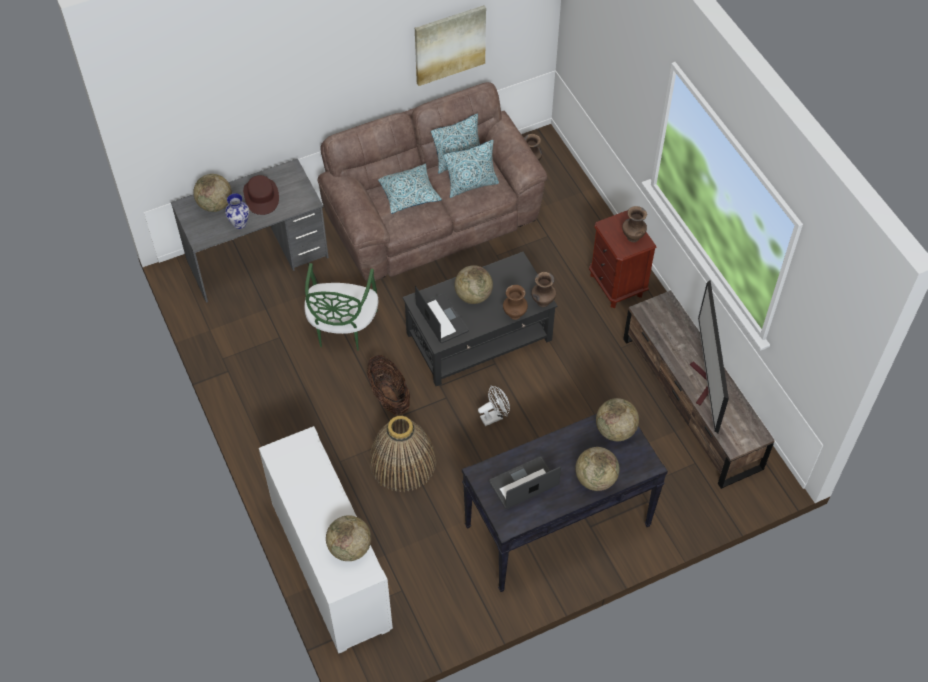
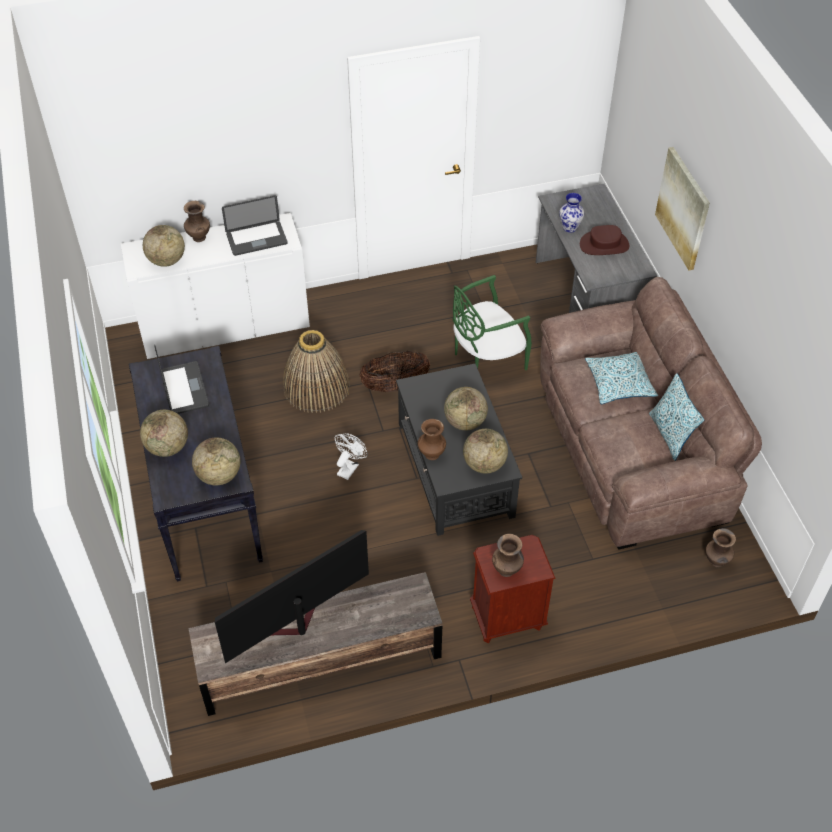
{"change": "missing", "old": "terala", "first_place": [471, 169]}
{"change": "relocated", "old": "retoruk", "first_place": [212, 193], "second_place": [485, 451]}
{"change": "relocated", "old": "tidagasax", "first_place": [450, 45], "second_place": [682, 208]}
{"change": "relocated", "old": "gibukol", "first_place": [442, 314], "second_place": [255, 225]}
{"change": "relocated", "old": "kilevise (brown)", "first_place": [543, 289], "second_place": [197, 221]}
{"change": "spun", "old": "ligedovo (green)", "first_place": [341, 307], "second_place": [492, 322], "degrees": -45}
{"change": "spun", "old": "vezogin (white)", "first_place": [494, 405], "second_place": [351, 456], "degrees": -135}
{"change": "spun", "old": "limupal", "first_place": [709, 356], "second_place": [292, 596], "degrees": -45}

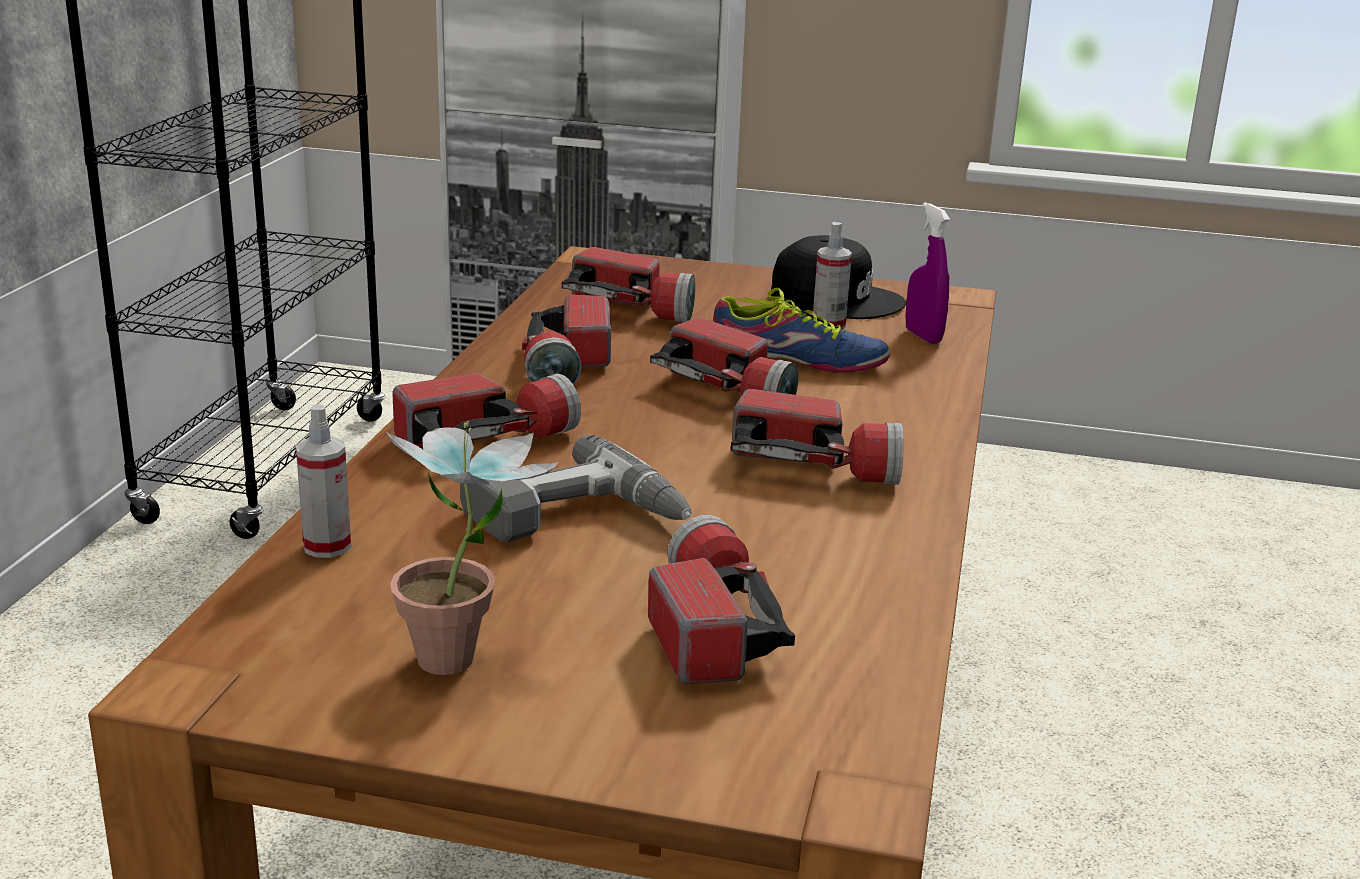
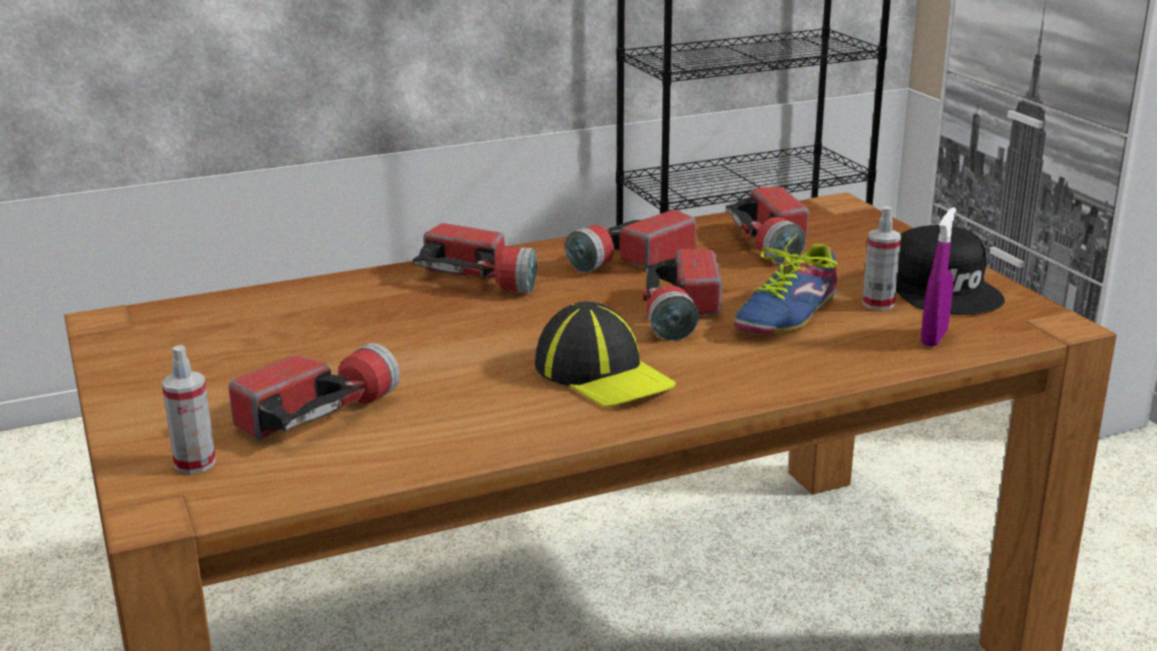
{"change": "missing", "old": "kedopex", "first_place": [473, 547]}
{"change": "missing", "old": "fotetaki", "first_place": [575, 488]}
{"change": "relocated", "old": "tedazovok", "first_place": [323, 481], "second_place": [189, 409]}
{"change": "exchanged", "old": "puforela", "new": "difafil", "first_place": [817, 437], "second_place": [605, 354]}
{"change": "spun", "old": "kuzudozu", "first_place": [801, 330], "second_place": [785, 283], "degrees": 60}

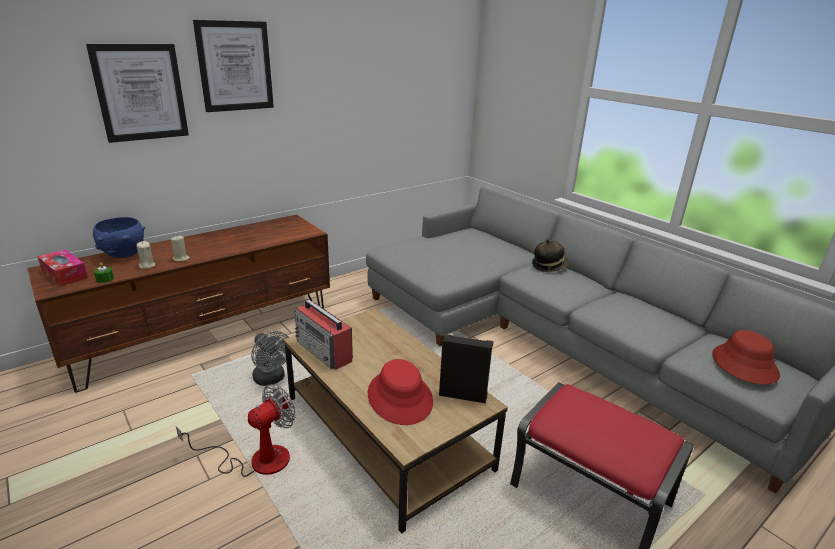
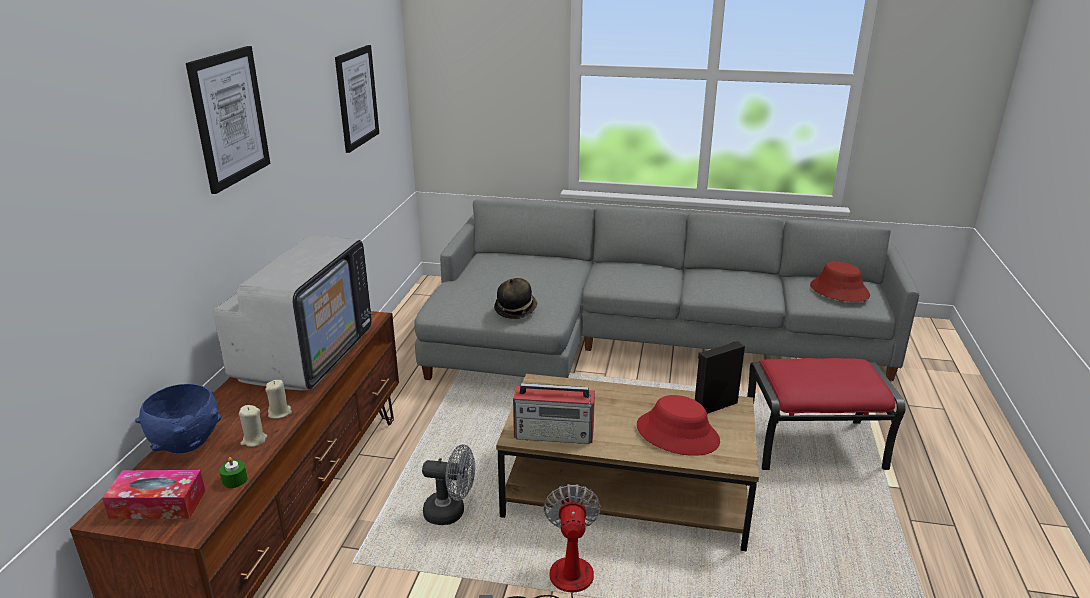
{"change": "appeared", "new": "limupal", "second_place": [293, 313]}
{"change": "relocated", "old": "tidagasax", "first_place": [137, 93], "second_place": [357, 99]}
{"change": "relocated", "old": "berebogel", "first_place": [550, 255], "second_place": [515, 298]}

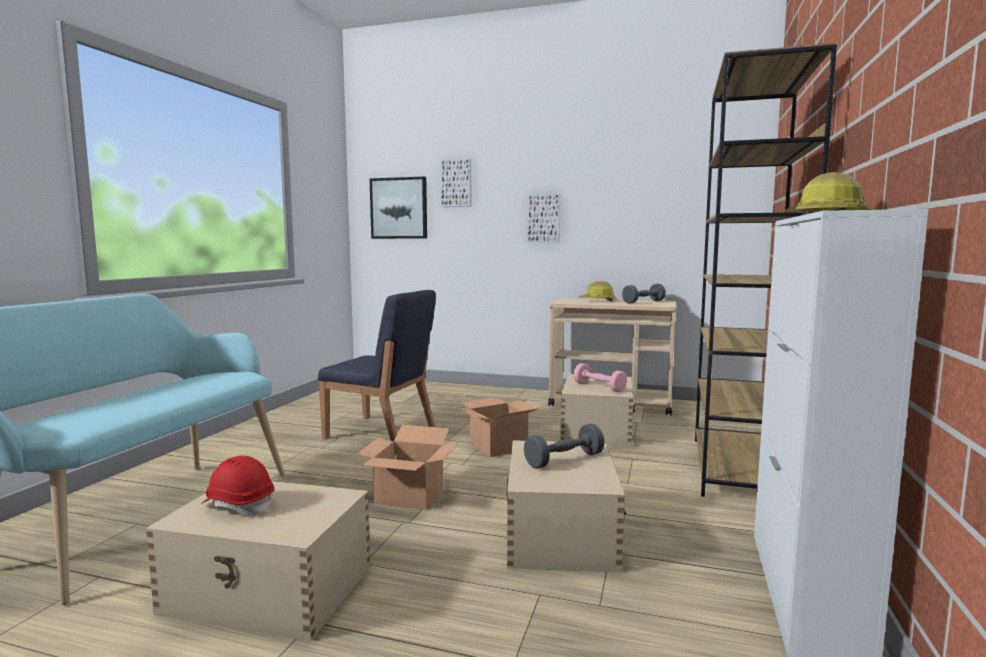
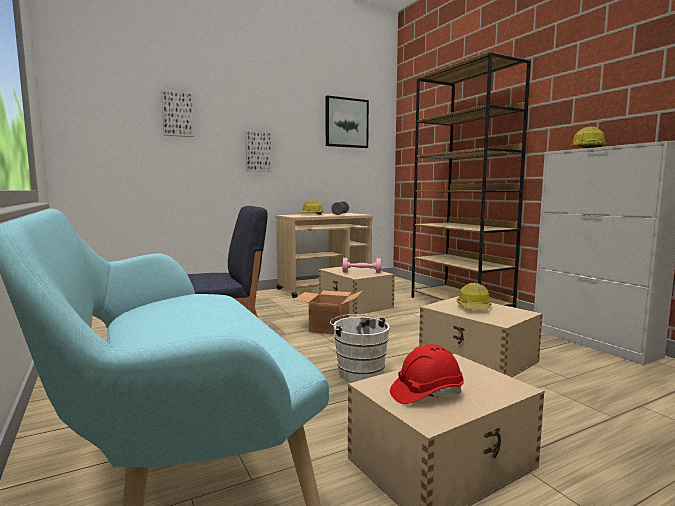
{"change": "relocated", "old": "tidagasax", "first_place": [398, 208], "second_place": [347, 121]}
{"change": "exchanged", "old": "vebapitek", "new": "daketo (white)", "first_place": [407, 467], "second_place": [360, 348]}
{"change": "exchanged", "old": "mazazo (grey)", "new": "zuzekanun", "first_place": [564, 446], "second_place": [474, 296]}

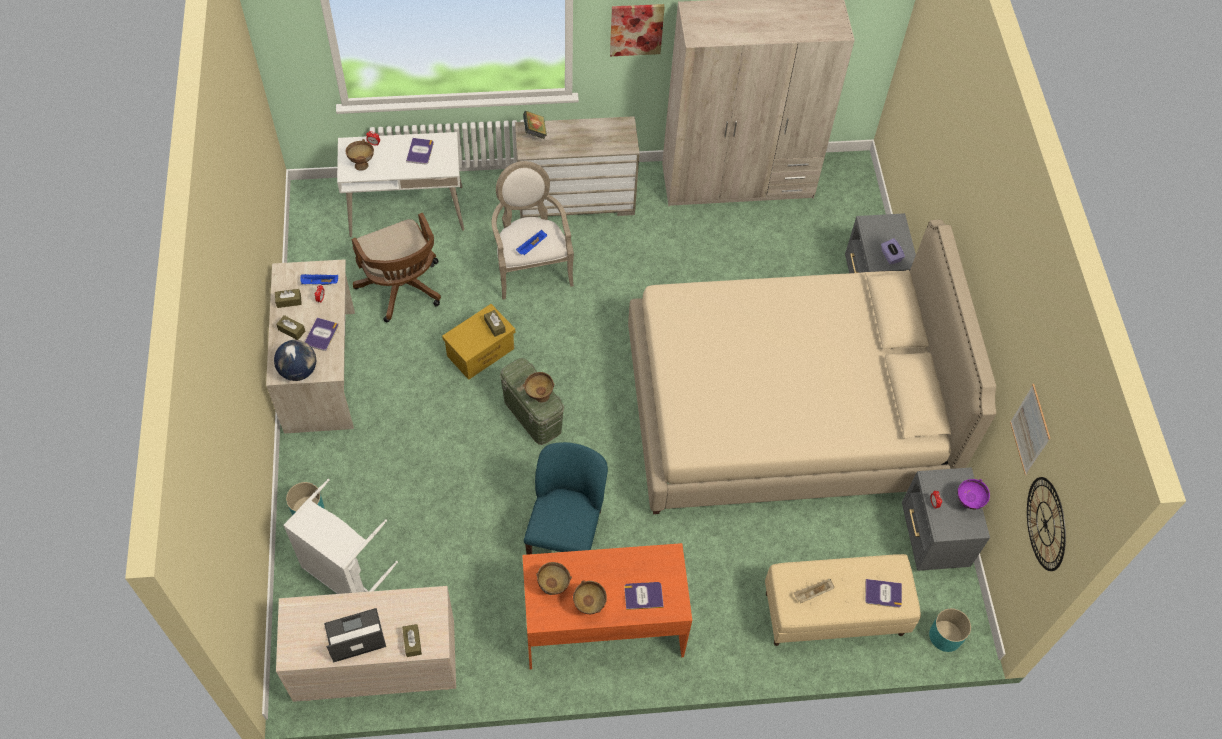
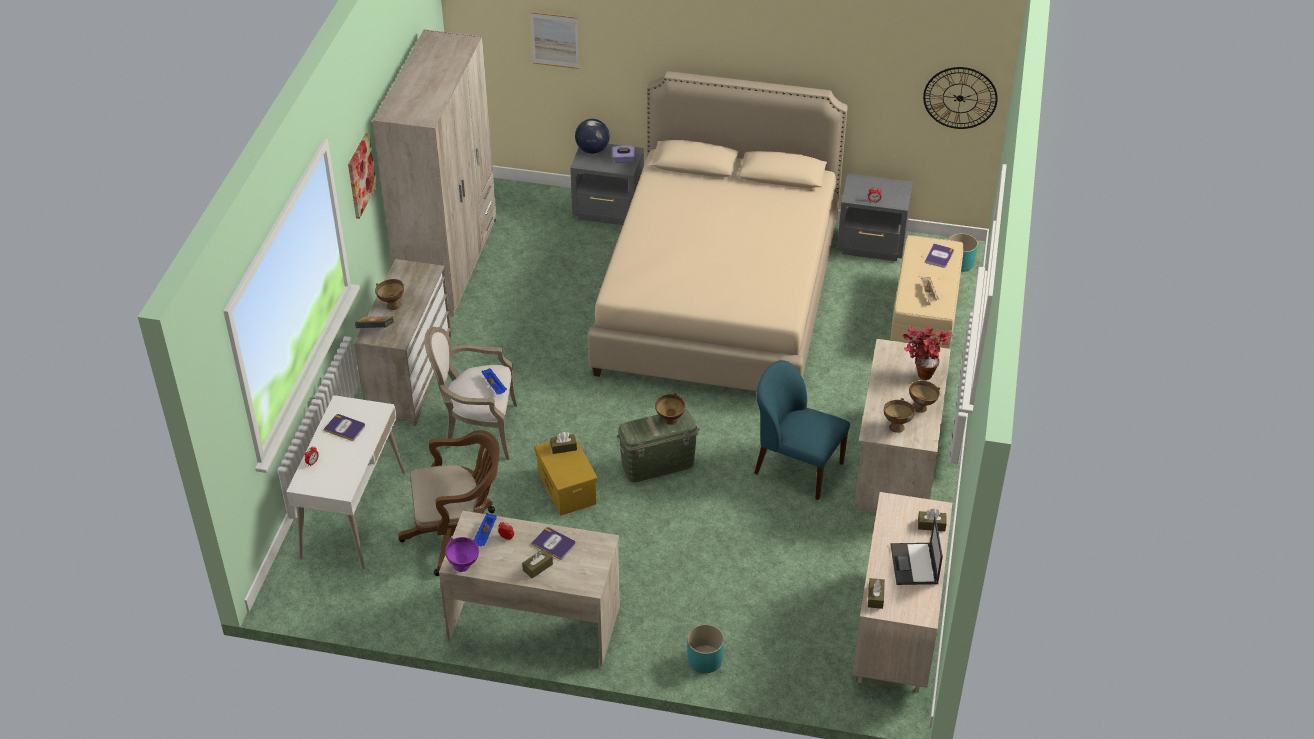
{"change": "missing", "old": "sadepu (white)", "first_place": [340, 536]}
{"change": "relocated", "old": "retoruk", "first_place": [295, 360], "second_place": [592, 136]}
{"change": "relocated", "old": "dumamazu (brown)", "first_place": [288, 298], "second_place": [876, 593]}
{"change": "relocated", "old": "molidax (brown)", "first_place": [359, 155], "second_place": [389, 294]}
{"change": "relocated", "old": "molidax (purple)", "first_place": [974, 494], "second_place": [462, 554]}
{"change": "relocated", "old": "tidagasax", "first_place": [1030, 429], "second_place": [554, 40]}
{"change": "exchanged", "old": "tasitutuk", "new": "kedopex", "first_place": [644, 596], "second_place": [927, 353]}
{"change": "colour", "old": "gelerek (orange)", "new": "gelerek (beige)", "first_place": [607, 606], "second_place": [902, 426]}

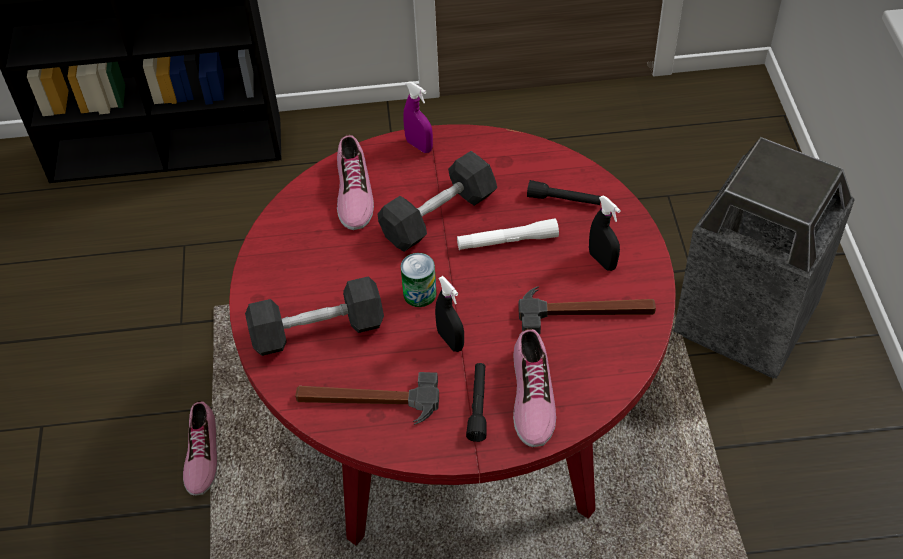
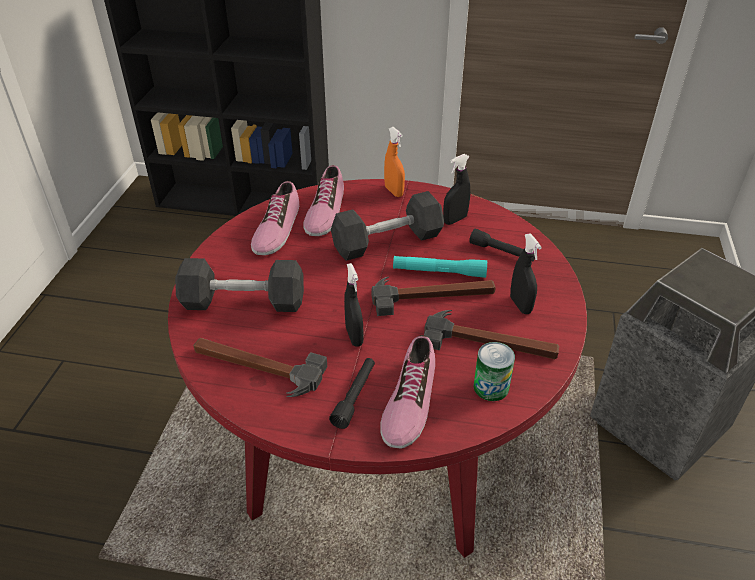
{"change": "appeared", "new": "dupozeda", "second_place": [433, 296]}
{"change": "appeared", "new": "tedazovok (black)", "second_place": [456, 189]}
{"change": "relocated", "old": "kuzudozu", "first_place": [200, 448], "second_place": [275, 218]}
{"change": "relocated", "old": "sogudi", "first_place": [418, 280], "second_place": [494, 371]}
{"change": "colour", "old": "tedazovok (purple)", "new": "tedazovok (orange)", "first_place": [418, 117], "second_place": [394, 162]}
{"change": "colour", "old": "puforela (white)", "new": "puforela (turquoise)", "first_place": [508, 234], "second_place": [440, 267]}

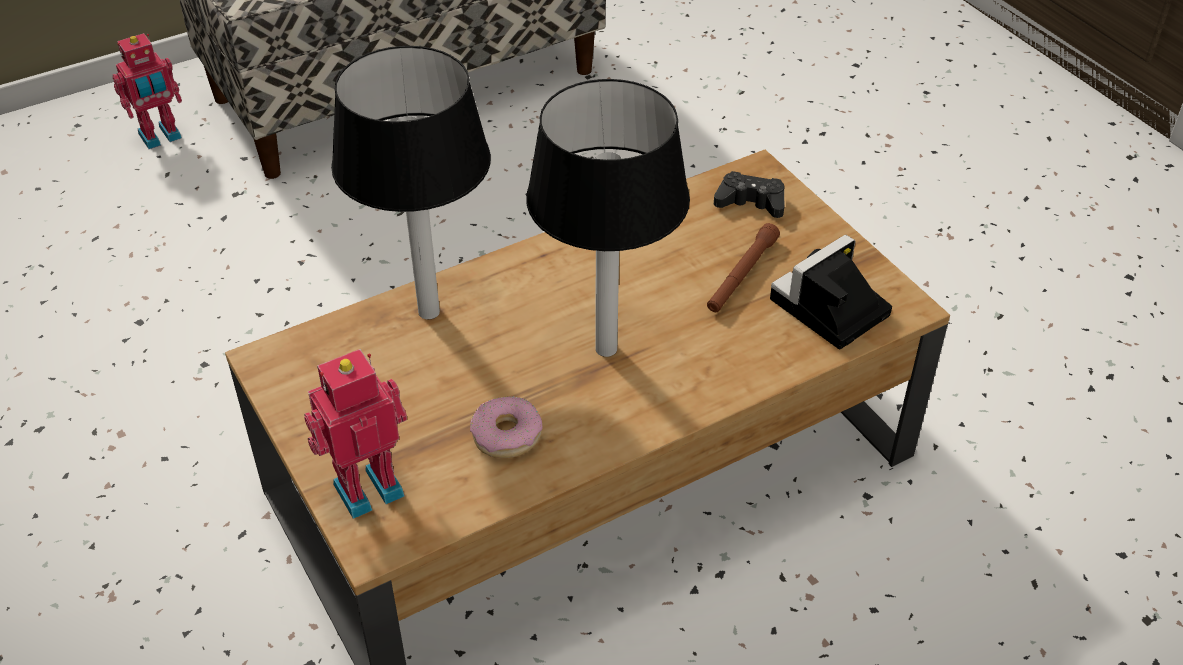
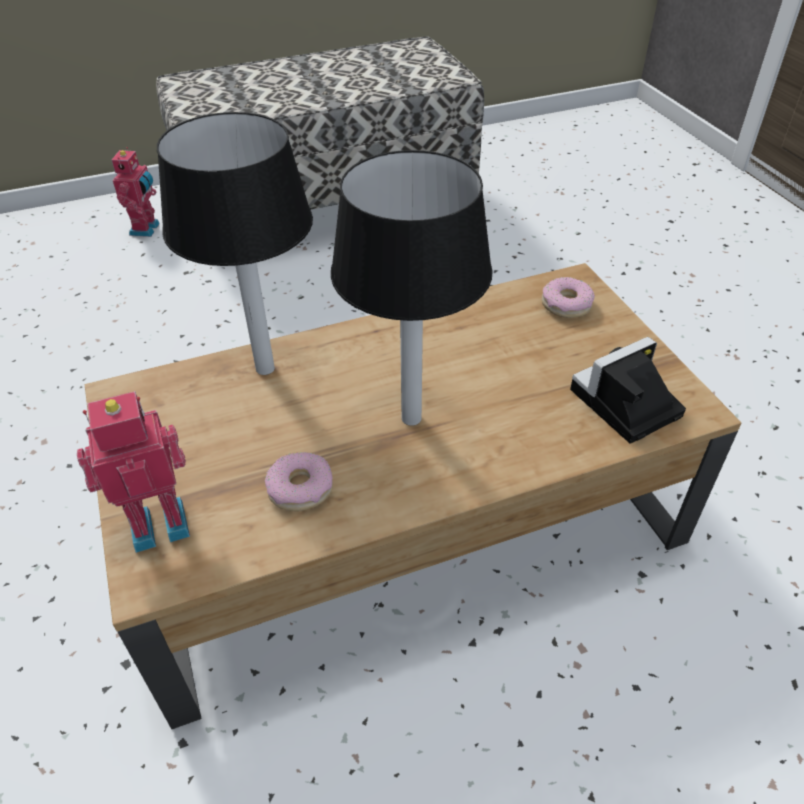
{"change": "missing", "old": "puforela (brown)", "first_place": [743, 267]}
{"change": "exchanged", "old": "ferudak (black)", "new": "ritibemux", "first_place": [749, 194], "second_place": [568, 297]}
{"change": "spun", "old": "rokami", "first_place": [147, 91], "second_place": [136, 192], "degrees": -60}

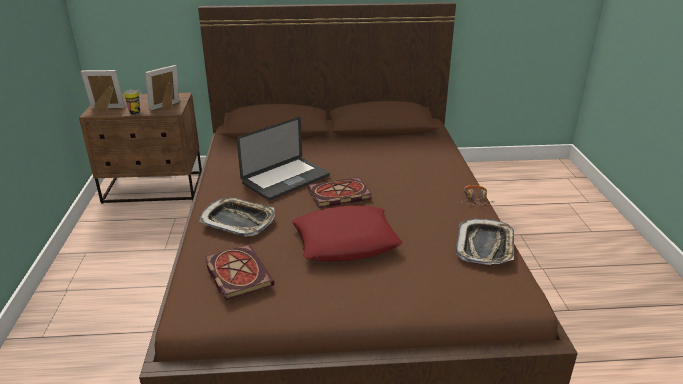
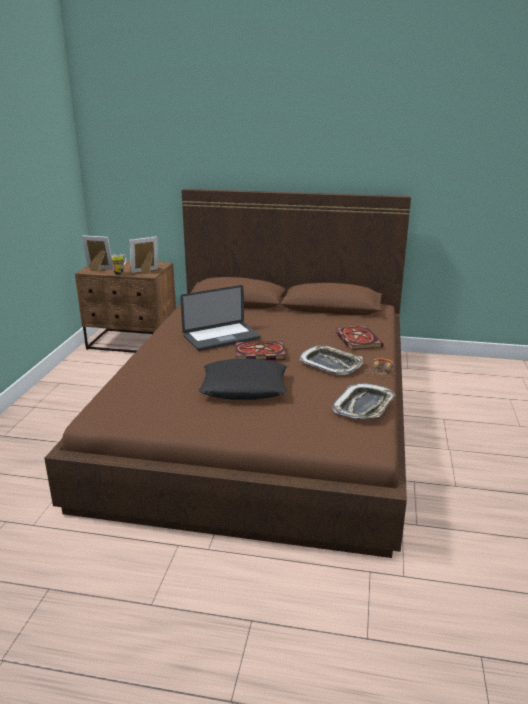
{"change": "relocated", "old": "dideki", "first_place": [237, 216], "second_place": [331, 360]}
{"change": "relocated", "old": "tasitutuk", "first_place": [240, 272], "second_place": [360, 338]}
{"change": "colour", "old": "terala (red)", "new": "terala (black)", "first_place": [347, 233], "second_place": [243, 379]}

